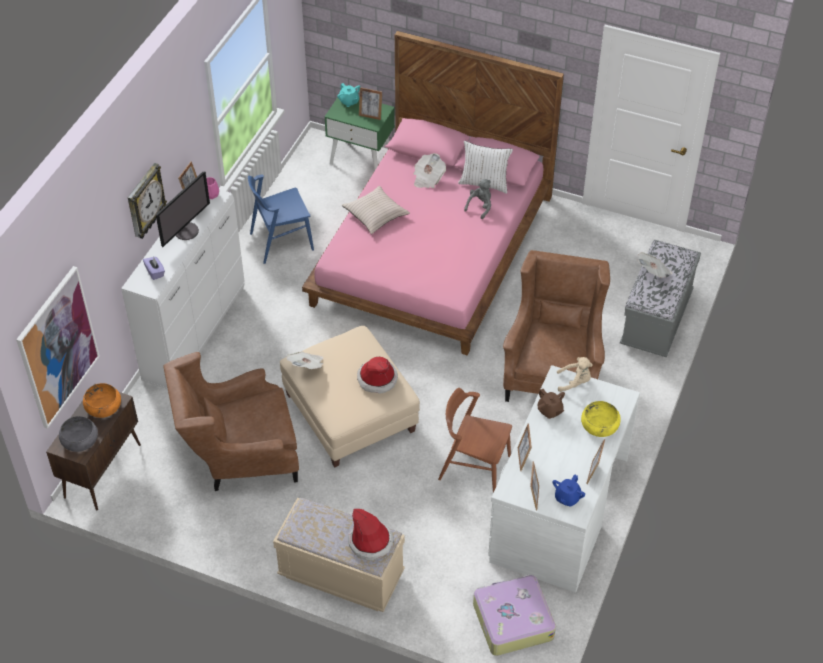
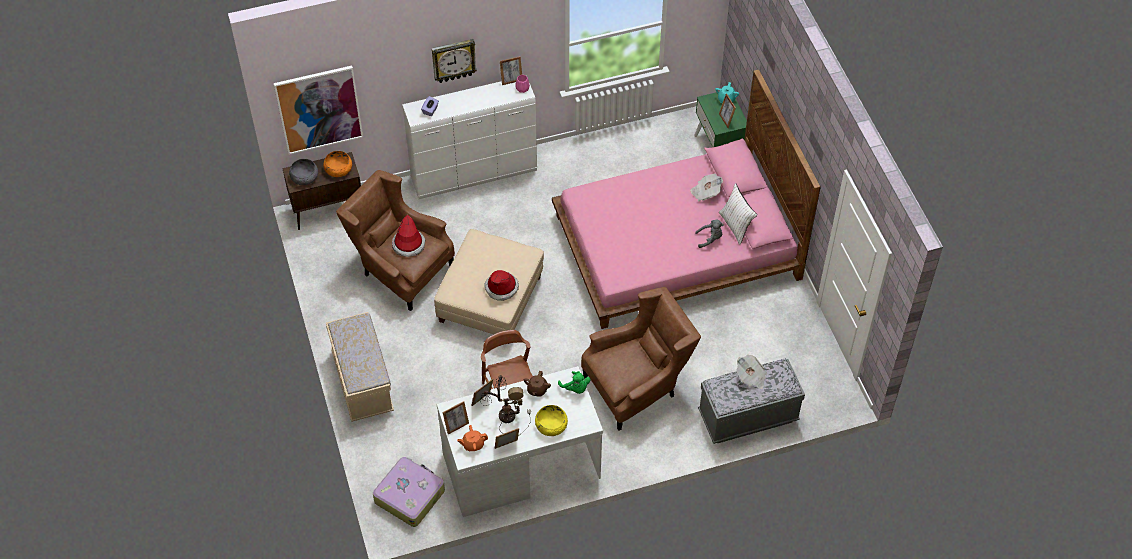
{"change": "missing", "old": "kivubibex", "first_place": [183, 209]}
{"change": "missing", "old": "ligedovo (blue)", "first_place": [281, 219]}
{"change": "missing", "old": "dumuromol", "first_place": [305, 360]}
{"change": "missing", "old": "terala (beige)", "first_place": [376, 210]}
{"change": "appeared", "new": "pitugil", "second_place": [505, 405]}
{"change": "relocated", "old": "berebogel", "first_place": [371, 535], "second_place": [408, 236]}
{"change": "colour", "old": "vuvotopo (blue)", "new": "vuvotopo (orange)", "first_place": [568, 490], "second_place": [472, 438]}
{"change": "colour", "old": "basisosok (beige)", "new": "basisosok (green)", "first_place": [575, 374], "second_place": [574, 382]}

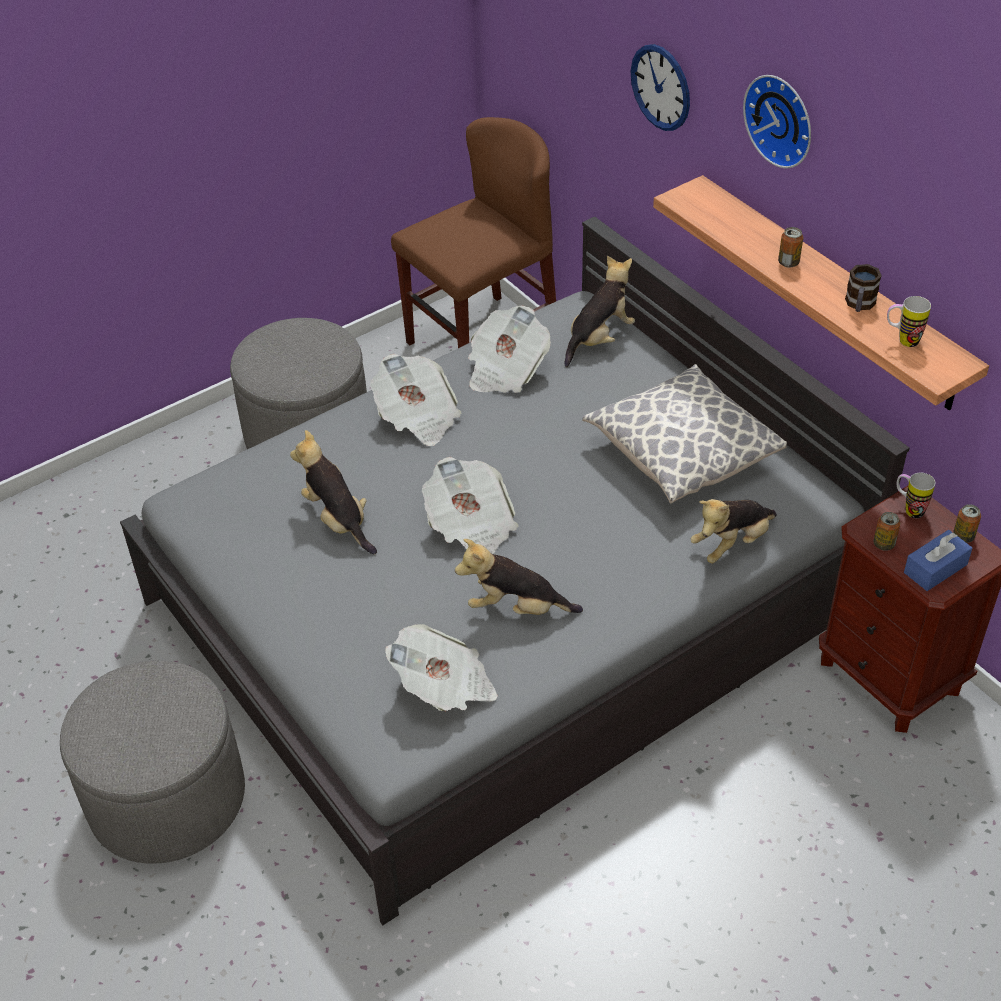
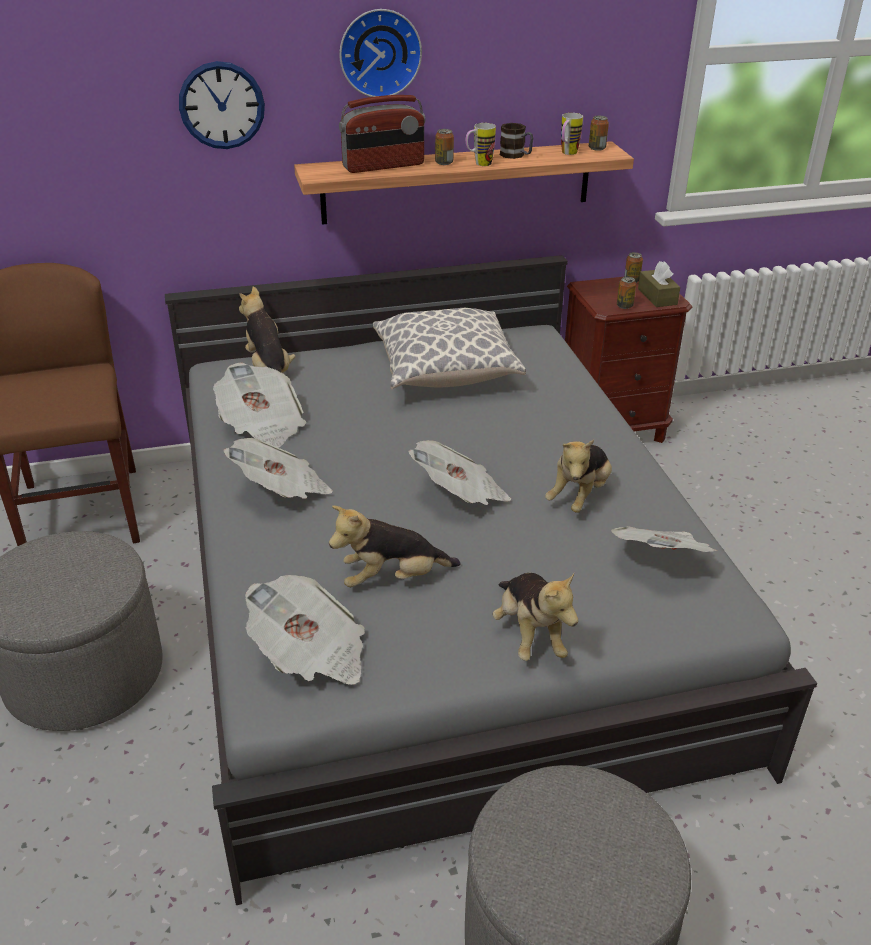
{"change": "appeared", "new": "dumuromol", "second_place": [305, 630]}
{"change": "appeared", "new": "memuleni", "second_place": [382, 134]}
{"change": "appeared", "new": "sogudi", "second_place": [599, 133]}
{"change": "relocated", "old": "basisosok", "first_place": [733, 531], "second_place": [535, 617]}
{"change": "relocated", "old": "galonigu", "first_place": [916, 495], "second_place": [481, 144]}
{"change": "colour", "old": "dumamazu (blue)", "new": "dumamazu (brown)", "first_place": [938, 560], "second_place": [659, 284]}

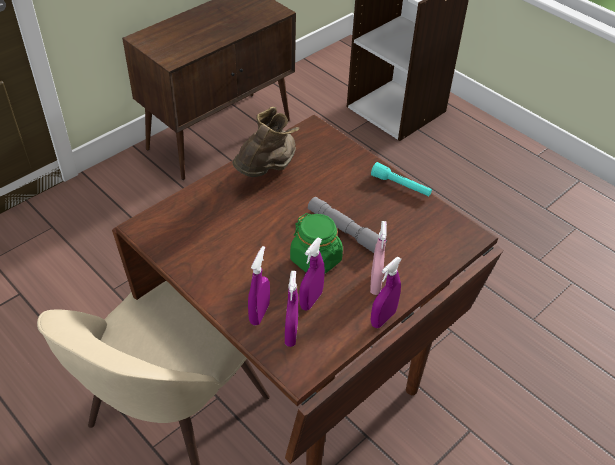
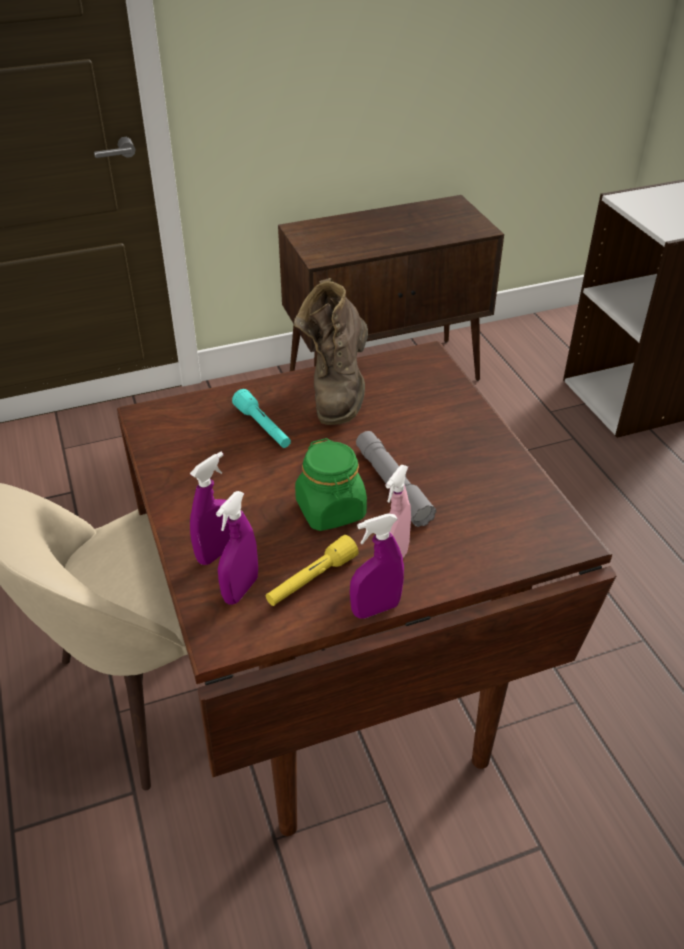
{"change": "missing", "old": "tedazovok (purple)", "first_place": [312, 274]}
{"change": "appeared", "new": "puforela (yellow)", "second_place": [312, 570]}
{"change": "relocated", "old": "puforela (turquoise)", "first_place": [401, 179], "second_place": [261, 418]}
{"change": "spun", "old": "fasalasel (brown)", "first_place": [266, 142], "second_place": [331, 351], "degrees": 135}

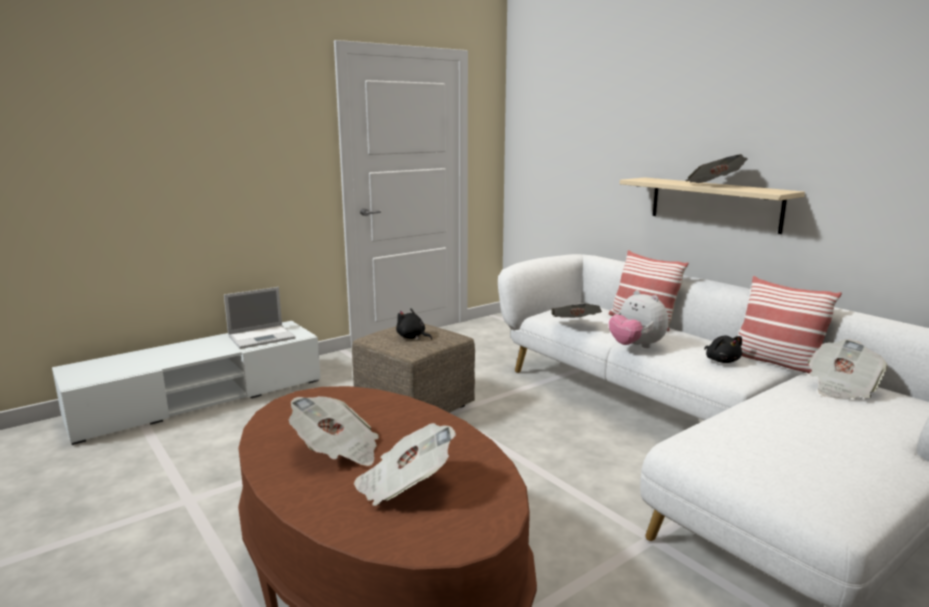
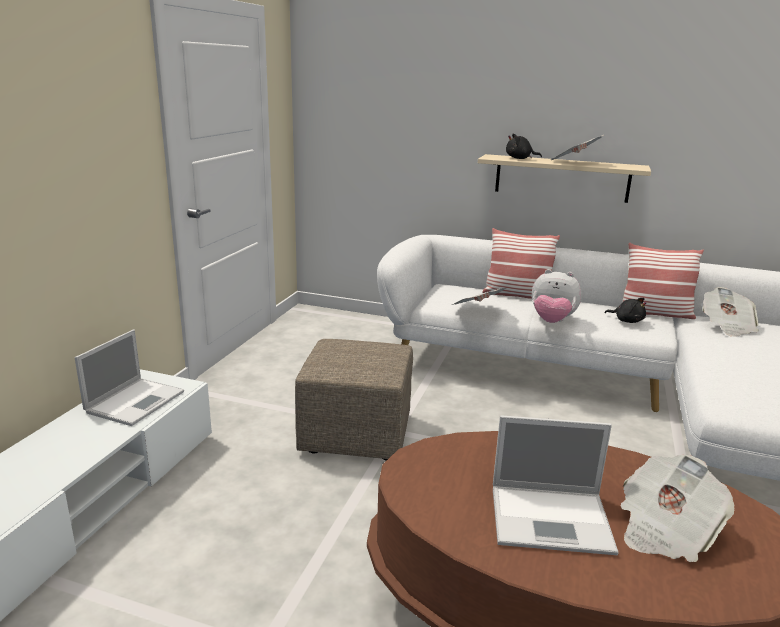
{"change": "relocated", "old": "basisosok (black)", "first_place": [414, 324], "second_place": [524, 146]}
{"change": "exchanged", "old": "dumuromol", "new": "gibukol", "first_place": [334, 431], "second_place": [556, 485]}

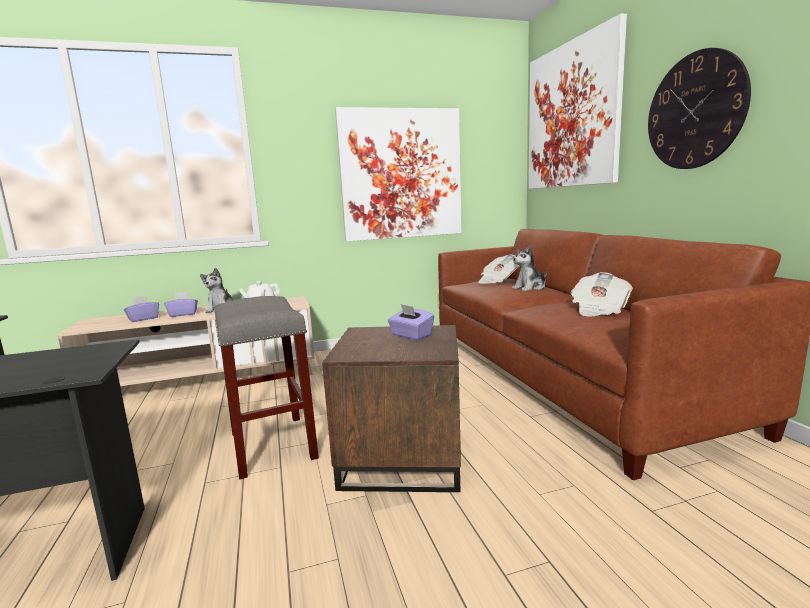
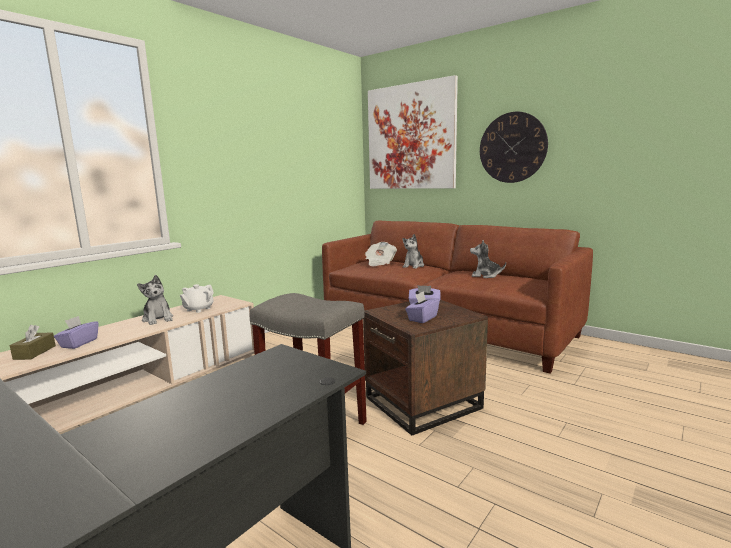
{"change": "missing", "old": "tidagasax", "first_place": [398, 174]}
{"change": "appeared", "new": "dumamazu (brown)", "second_place": [33, 342]}
{"change": "relocated", "old": "dumamazu (purple)", "first_place": [181, 304], "second_place": [422, 307]}
{"change": "exchanged", "old": "dumuromol", "new": "basisosok", "first_place": [602, 294], "second_place": [488, 259]}

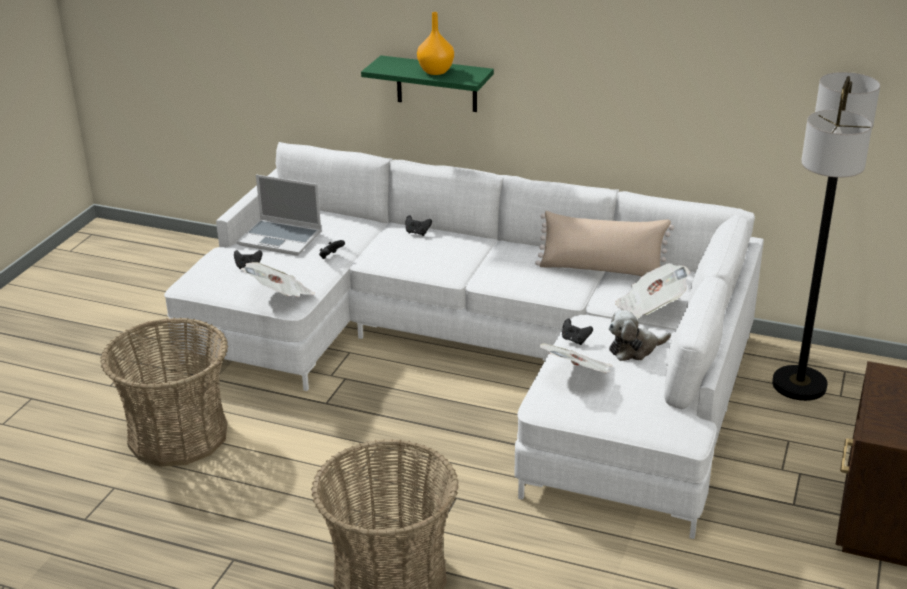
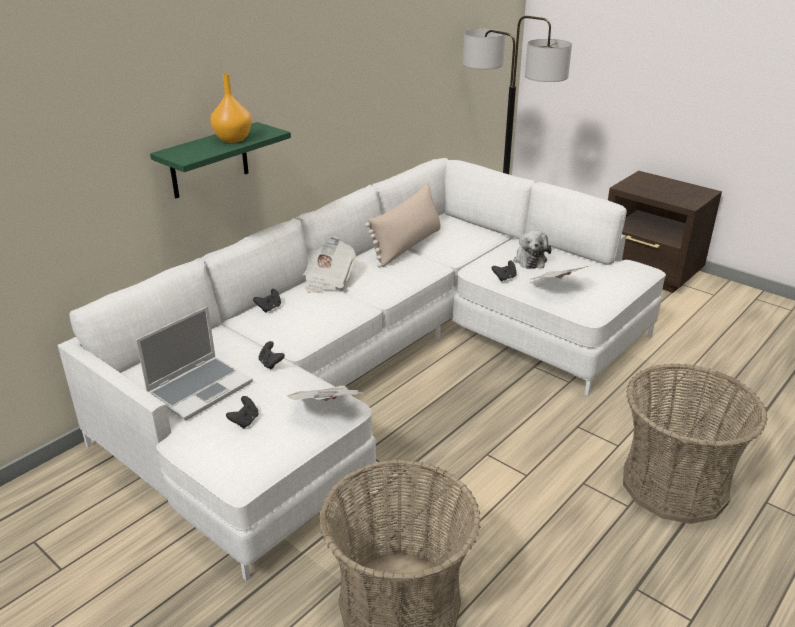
{"change": "relocated", "old": "dumuromol", "first_place": [652, 291], "second_place": [329, 264]}

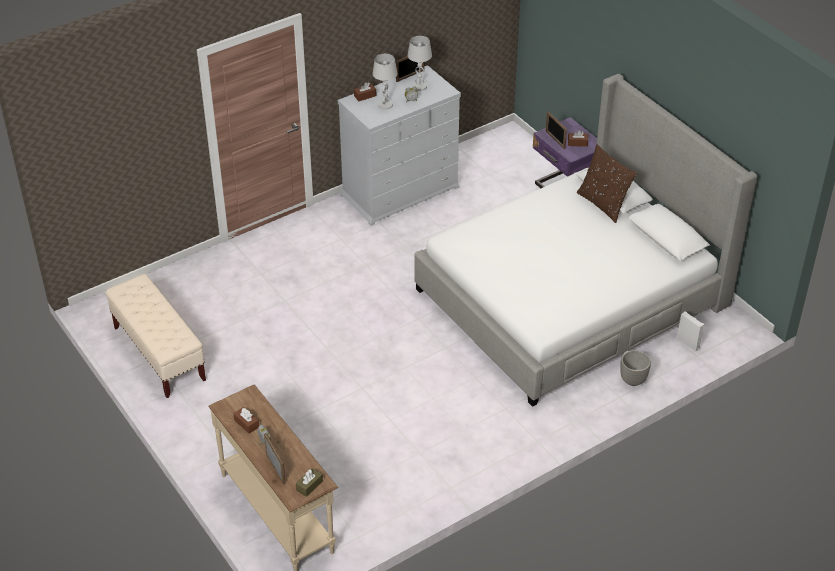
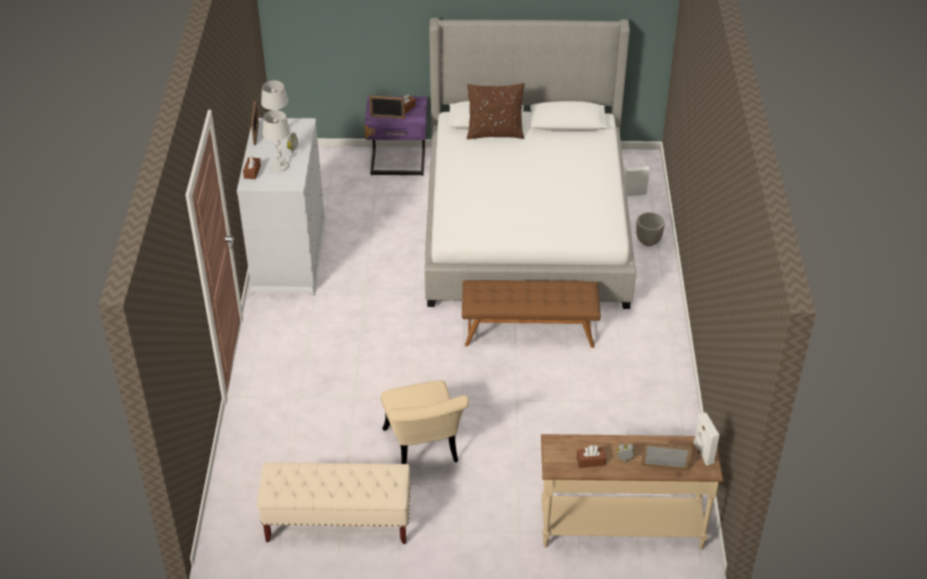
{"change": "appeared", "new": "ligedovo (beige)", "second_place": [425, 422]}
{"change": "appeared", "new": "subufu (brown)", "second_place": [531, 314]}
{"change": "exchanged", "old": "dumamazu (brown)", "new": "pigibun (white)", "first_place": [309, 482], "second_place": [706, 439]}

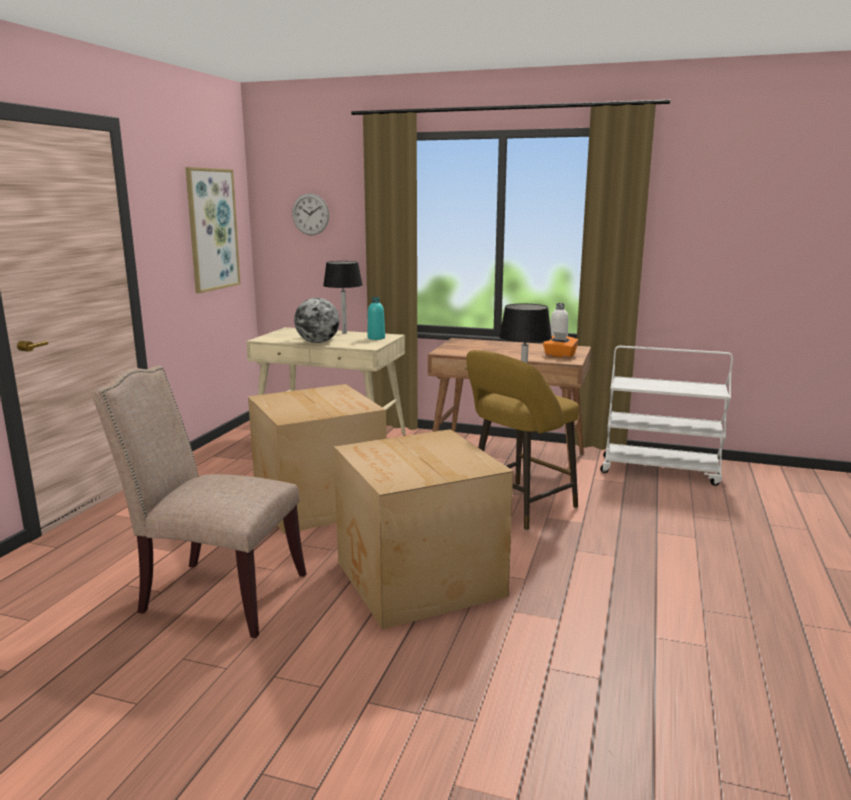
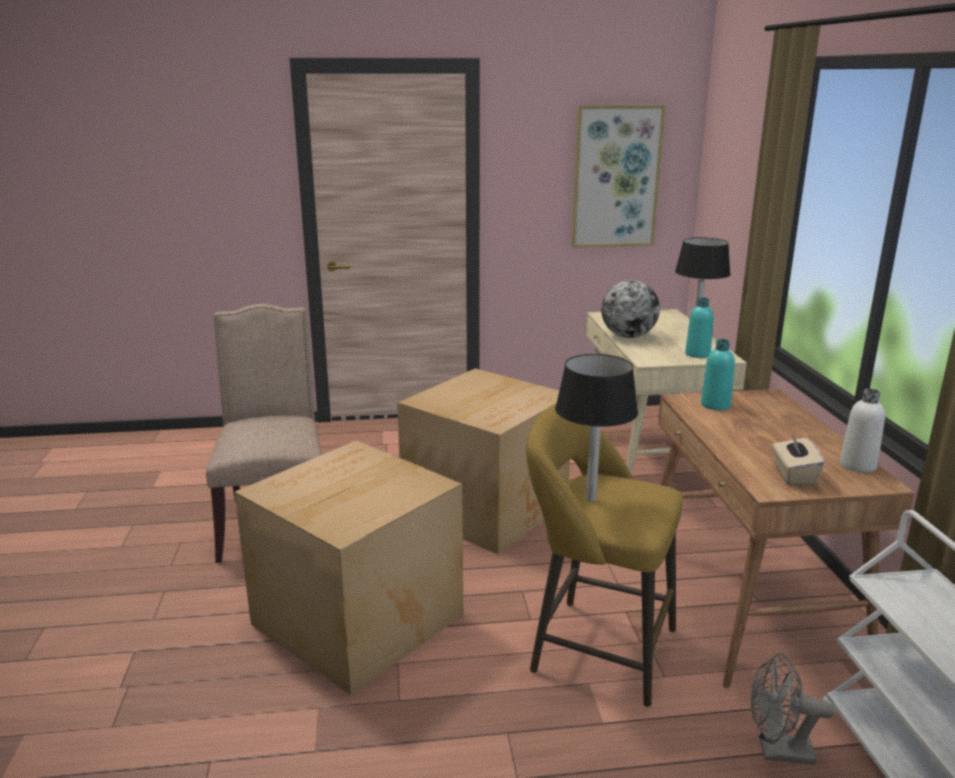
{"change": "missing", "old": "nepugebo", "first_place": [310, 214]}
{"change": "appeared", "new": "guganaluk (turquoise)", "second_place": [718, 374]}
{"change": "appeared", "new": "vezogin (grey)", "second_place": [792, 709]}
{"change": "colour", "old": "dumamazu (orange)", "new": "dumamazu (beige)", "first_place": [560, 345], "second_place": [798, 460]}

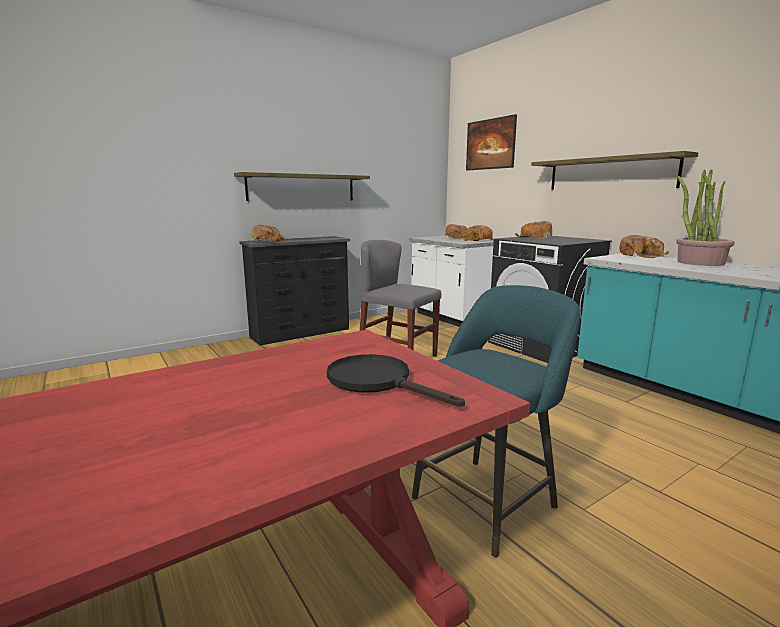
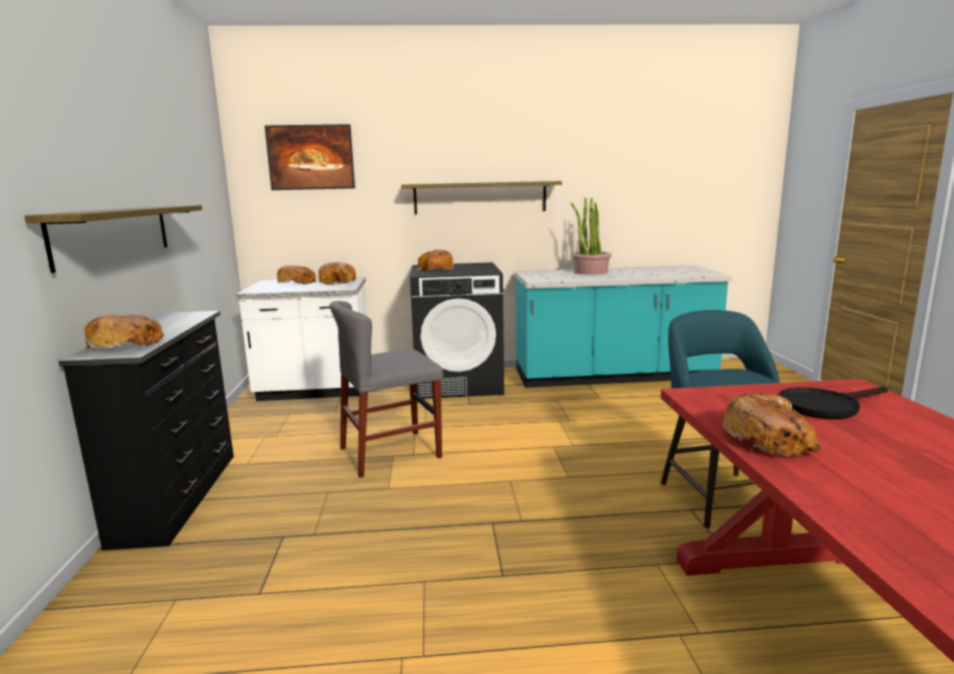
{"change": "relocated", "old": "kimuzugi", "first_place": [644, 246], "second_place": [772, 425]}

